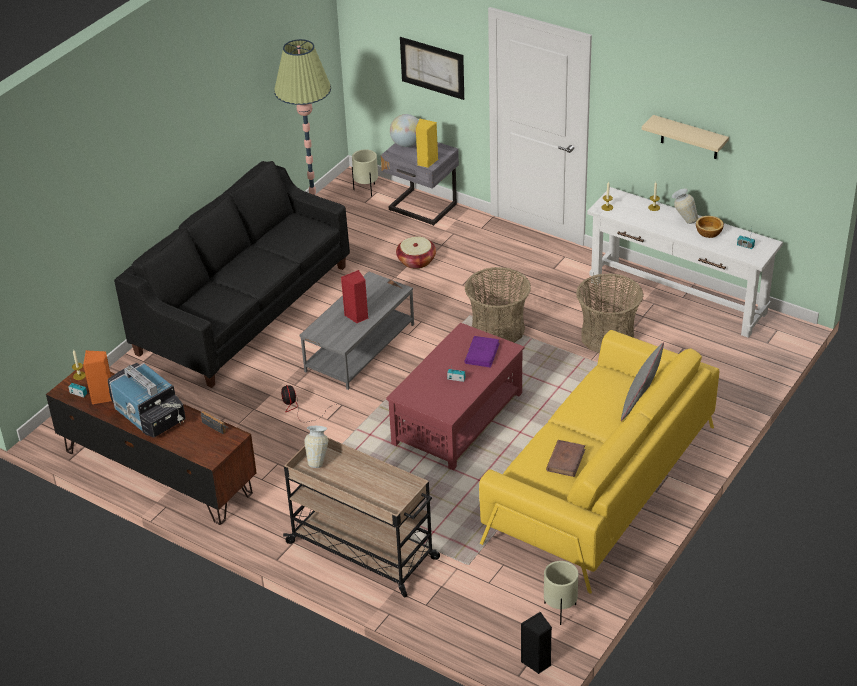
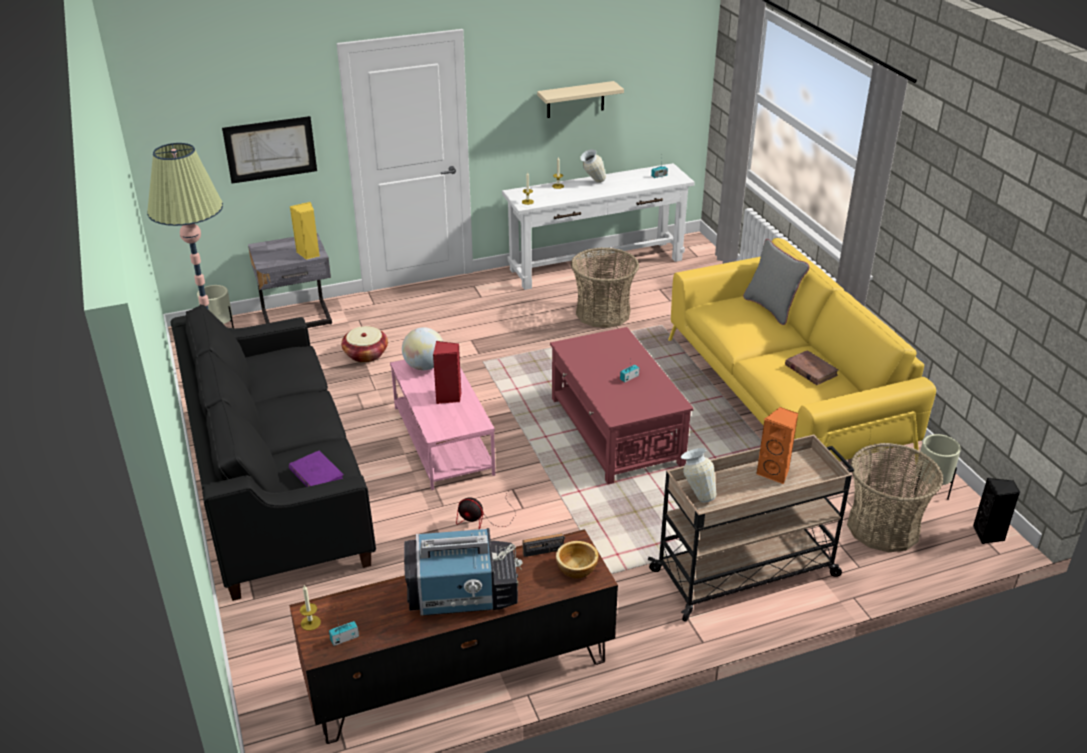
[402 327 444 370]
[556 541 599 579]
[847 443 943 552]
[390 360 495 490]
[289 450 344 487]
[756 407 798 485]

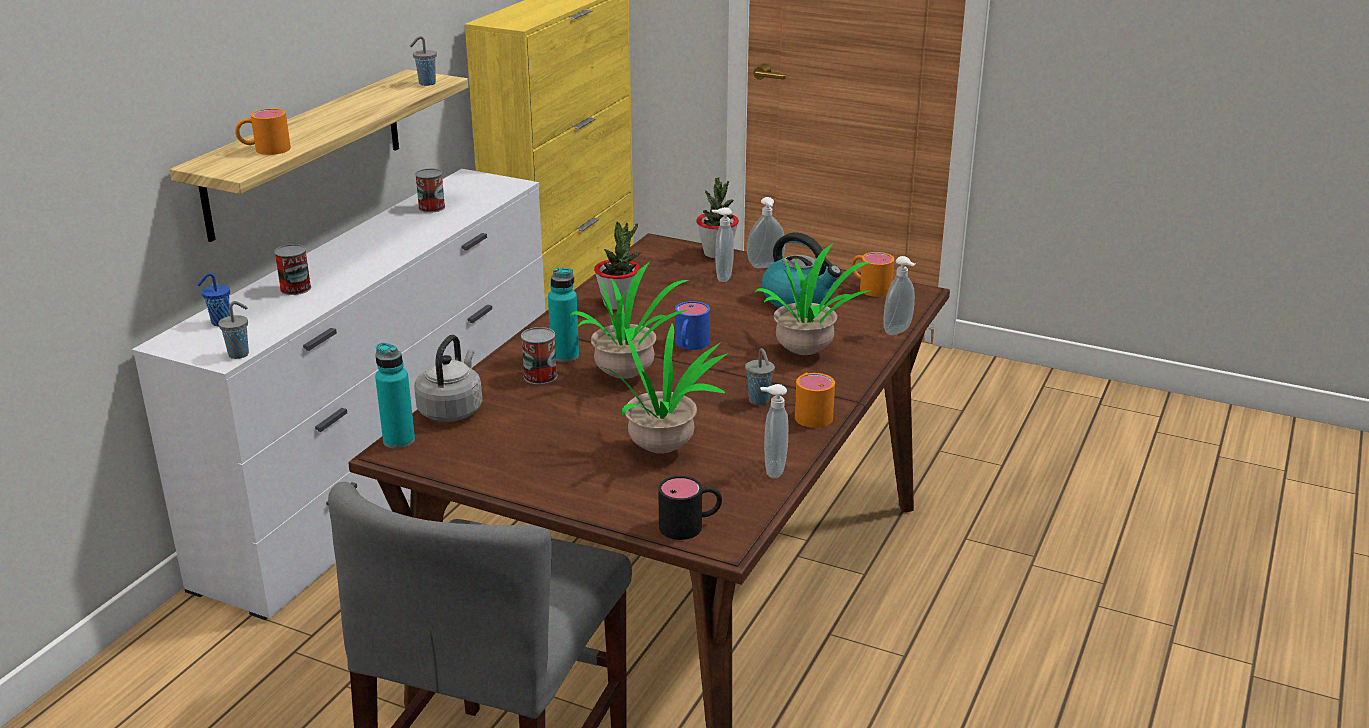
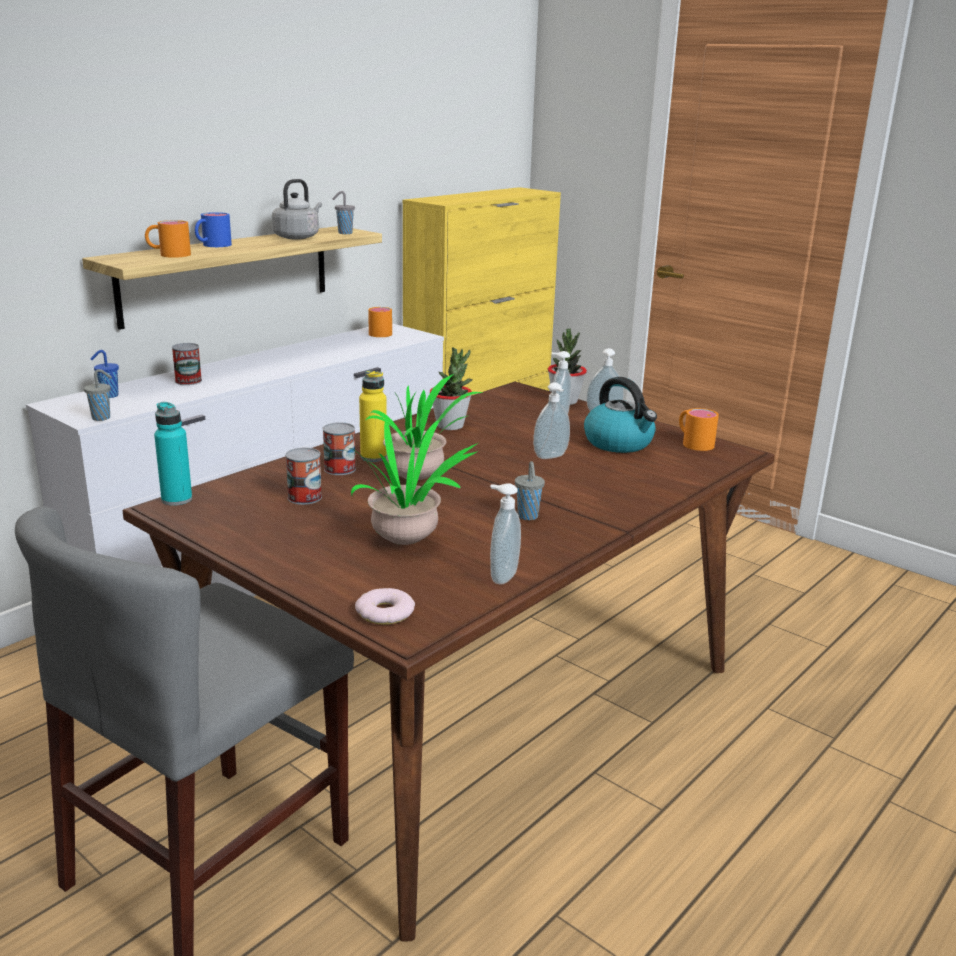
[285 448 322 505]
[754 243 872 355] (first image)
[533 382 570 459]
[359 370 387 462]
[195 212 232 247]
[272 179 322 240]
[368 307 392 337]
[355 588 415 625]

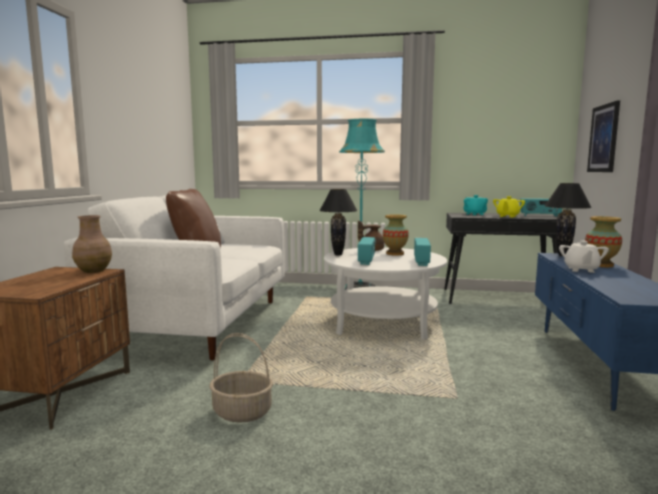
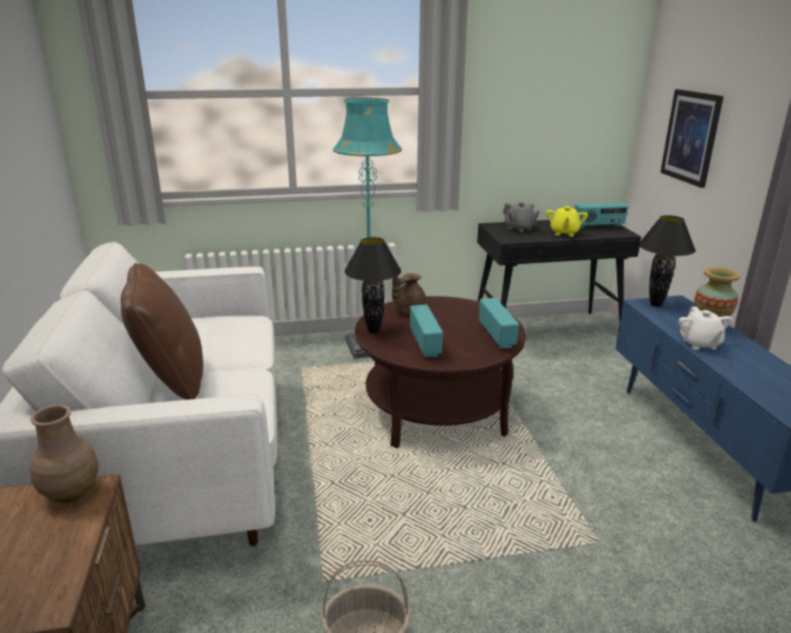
[503 202 540 232]
[383 214 409 255] (first image)
[355 296 526 449]

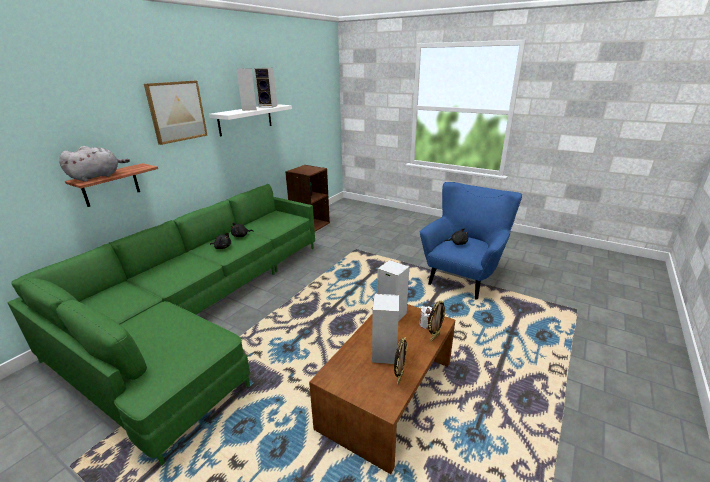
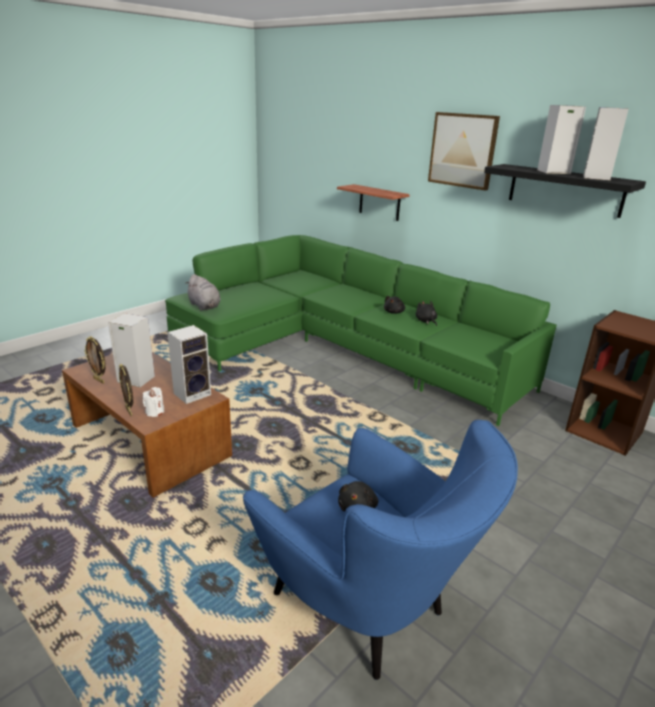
[484 164 646 218]
[186 274 221 310]

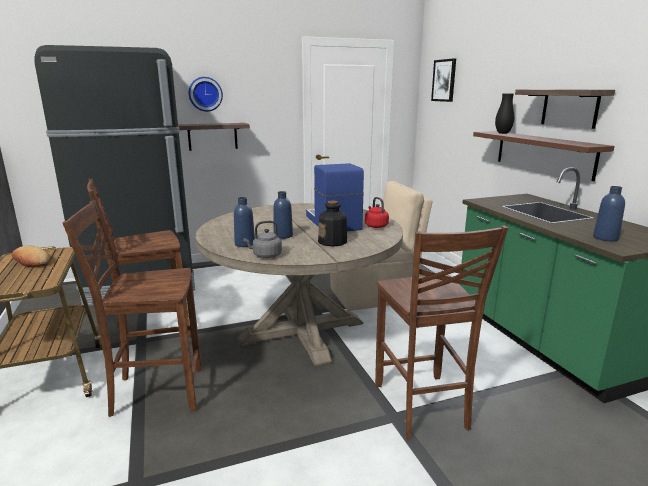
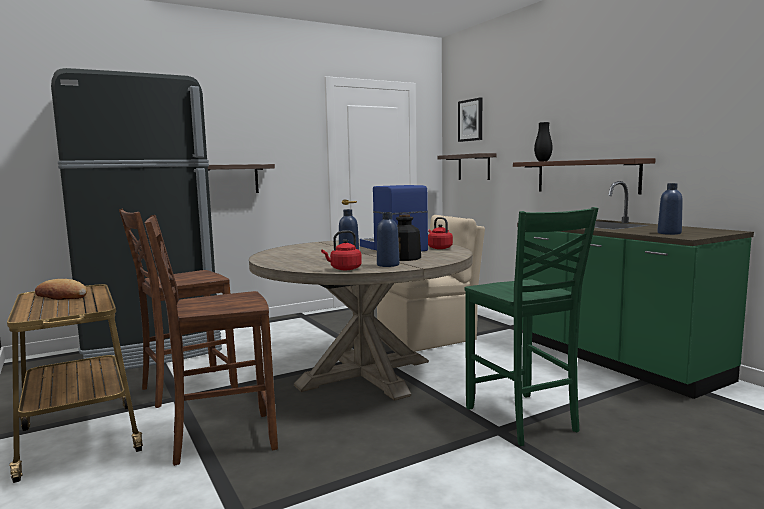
[189 77 223 112] (first image)
[437 153 497 180]
[377 212 400 267]
[321 230 362 270]
[465 207 598 446]

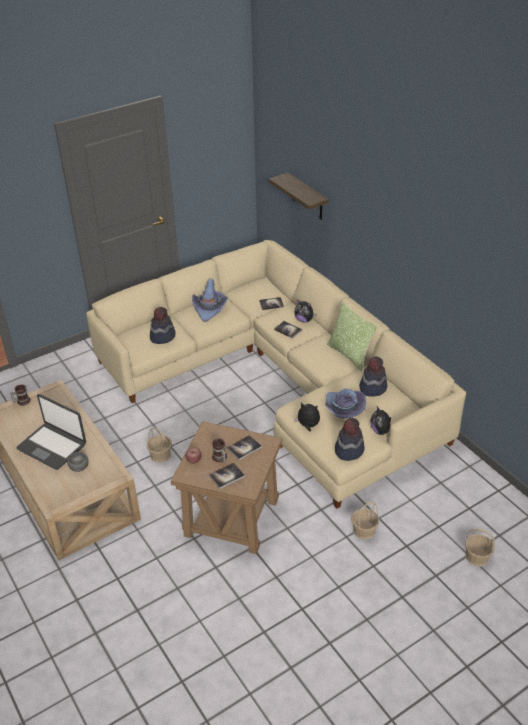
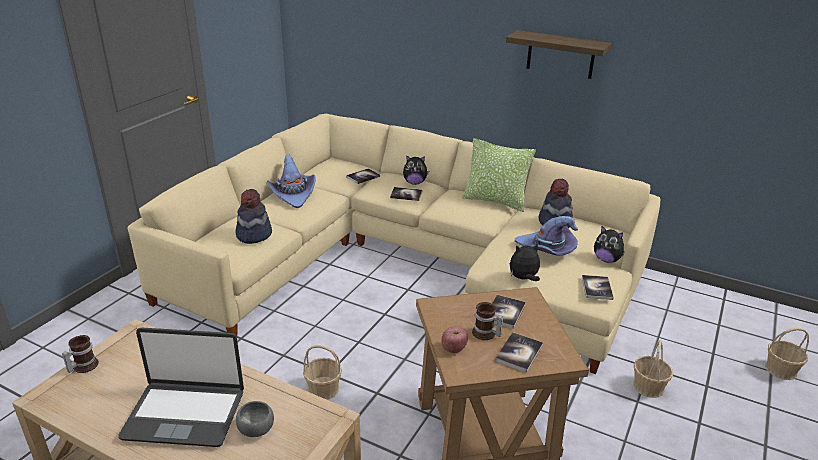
[506 30 612 79]
[582 275 614 300]

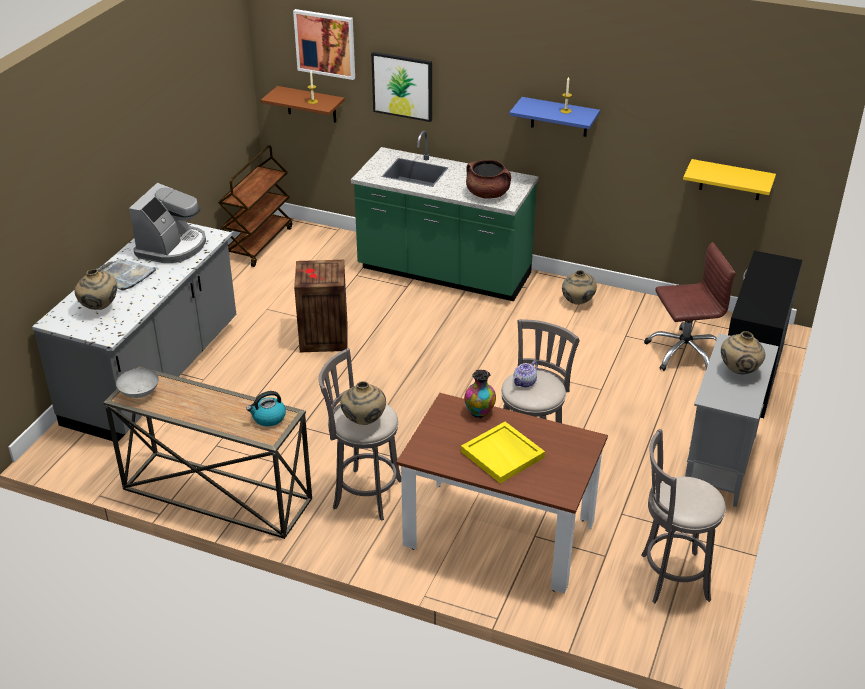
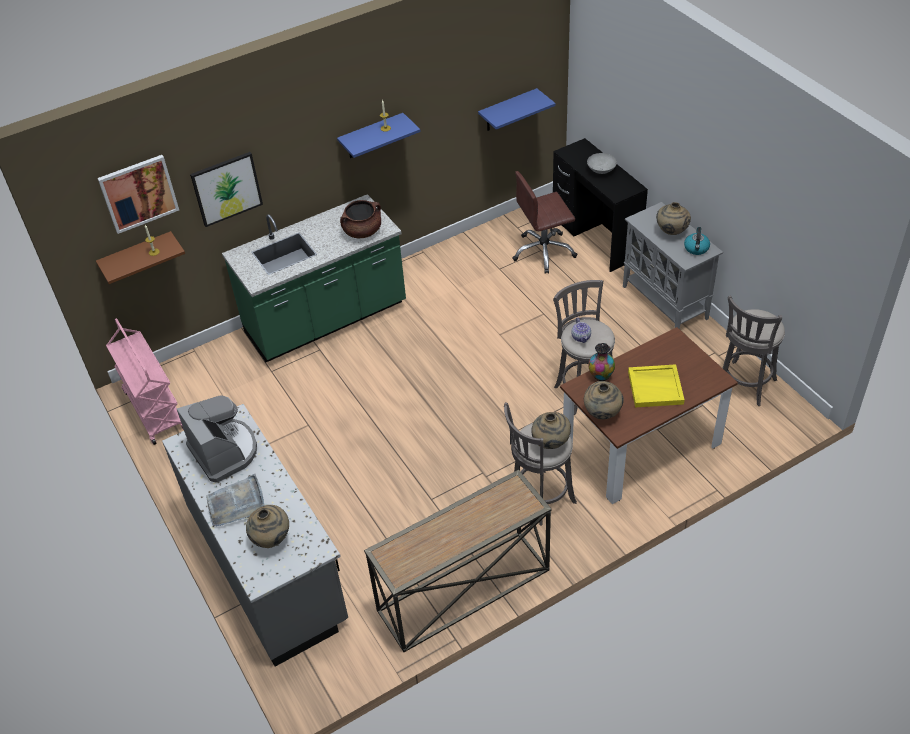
[106 318 184 445]
[478 88 556 131]
[512 171 577 274]
[294 260 348 352] (first image)
[584 381 624 419]
[587 153 617 174]
[684 227 710 255]

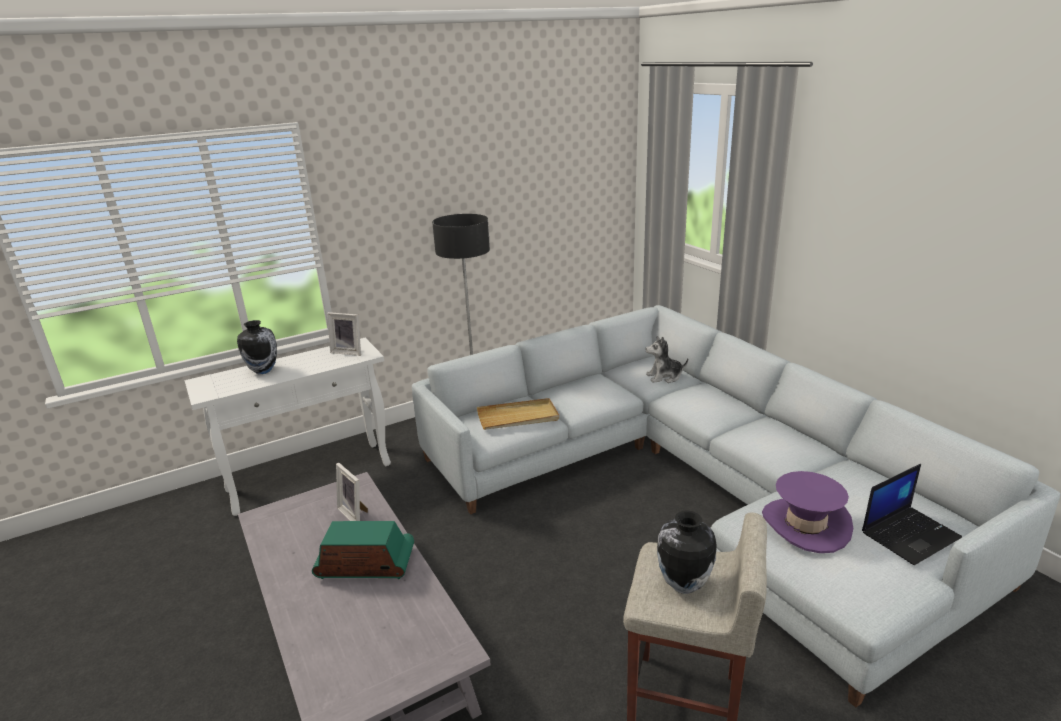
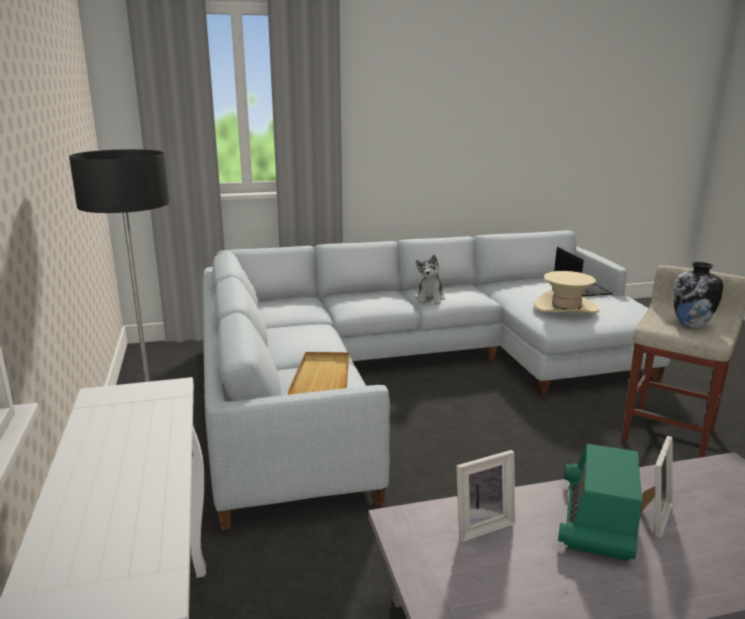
[640 436 673 538]
[237 320 277 374] (first image)
[416 255 445 305]
[534 271 600 313]

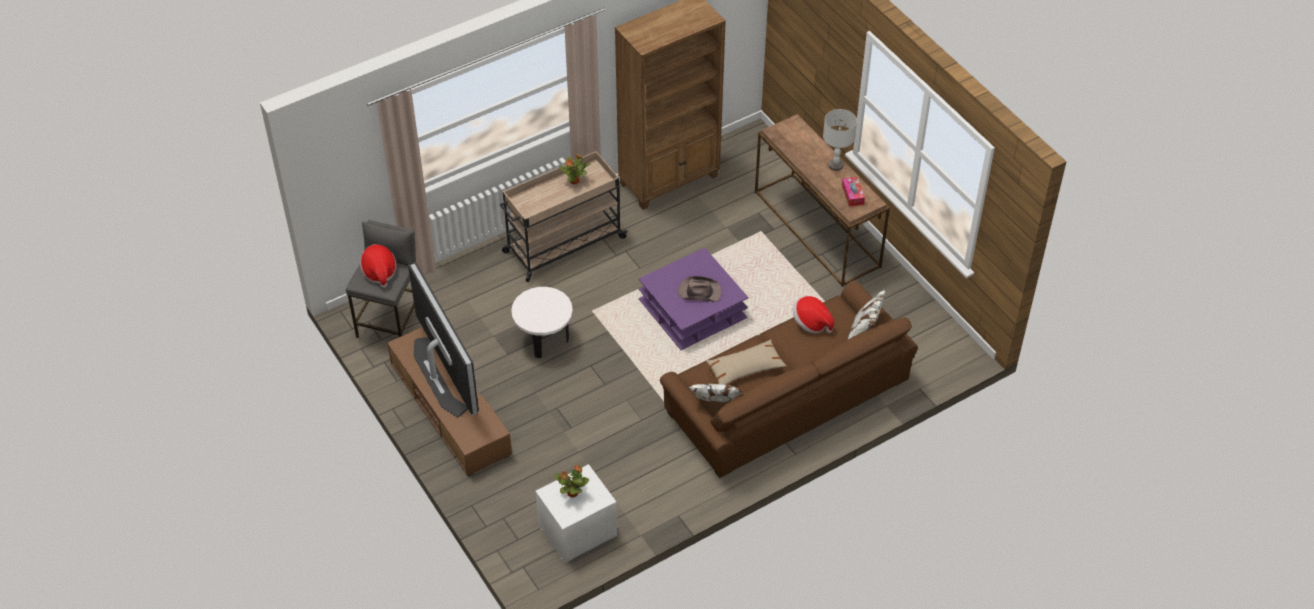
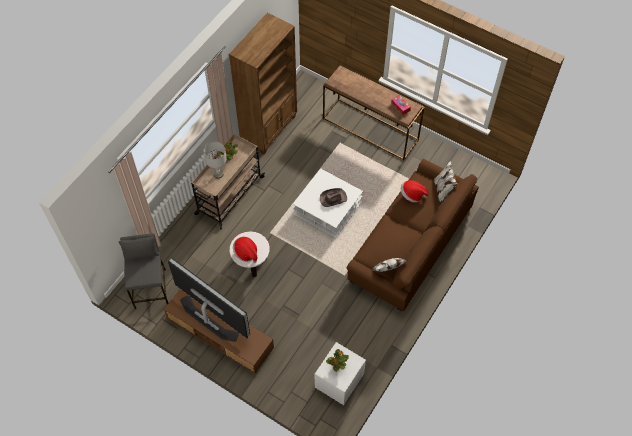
[203 142 227 178]
[233 236 257 263]
[293 168 363 238]
[706 339 787 385] (first image)

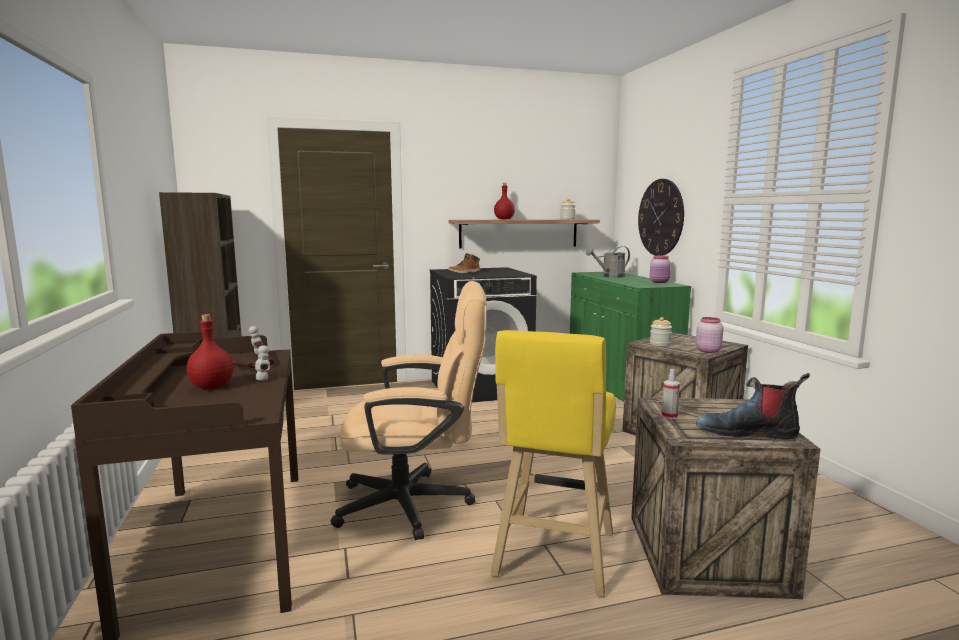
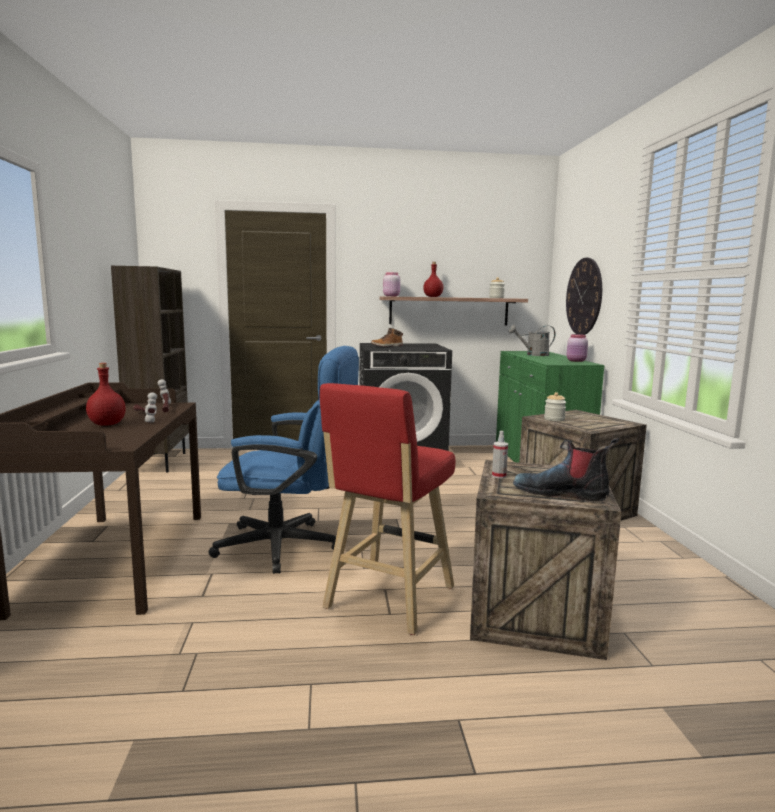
[209 346 359 574]
[383 272 400 296]
[320 383 455 635]

